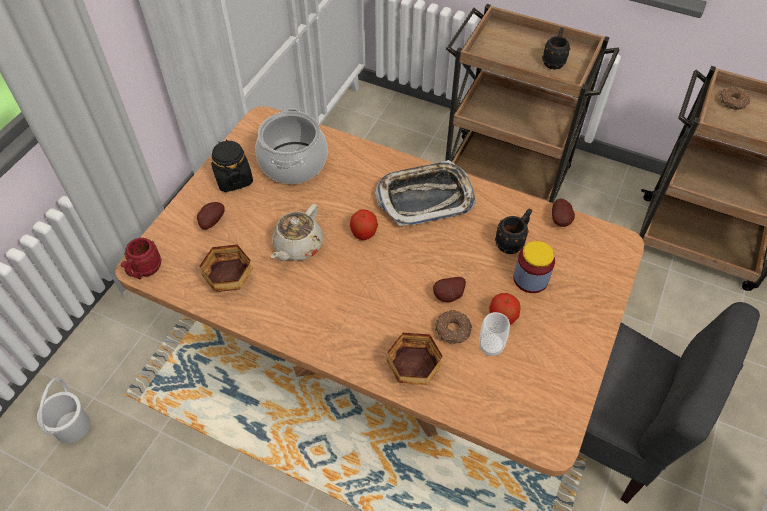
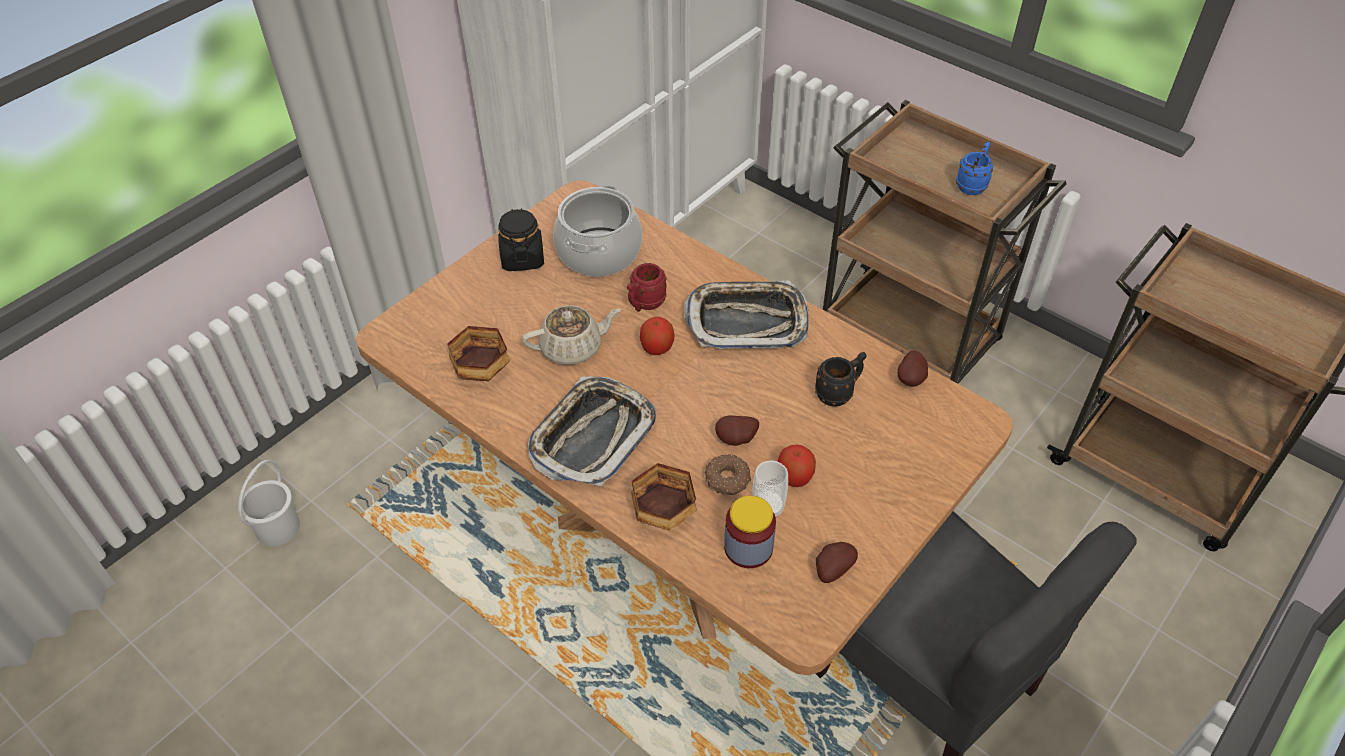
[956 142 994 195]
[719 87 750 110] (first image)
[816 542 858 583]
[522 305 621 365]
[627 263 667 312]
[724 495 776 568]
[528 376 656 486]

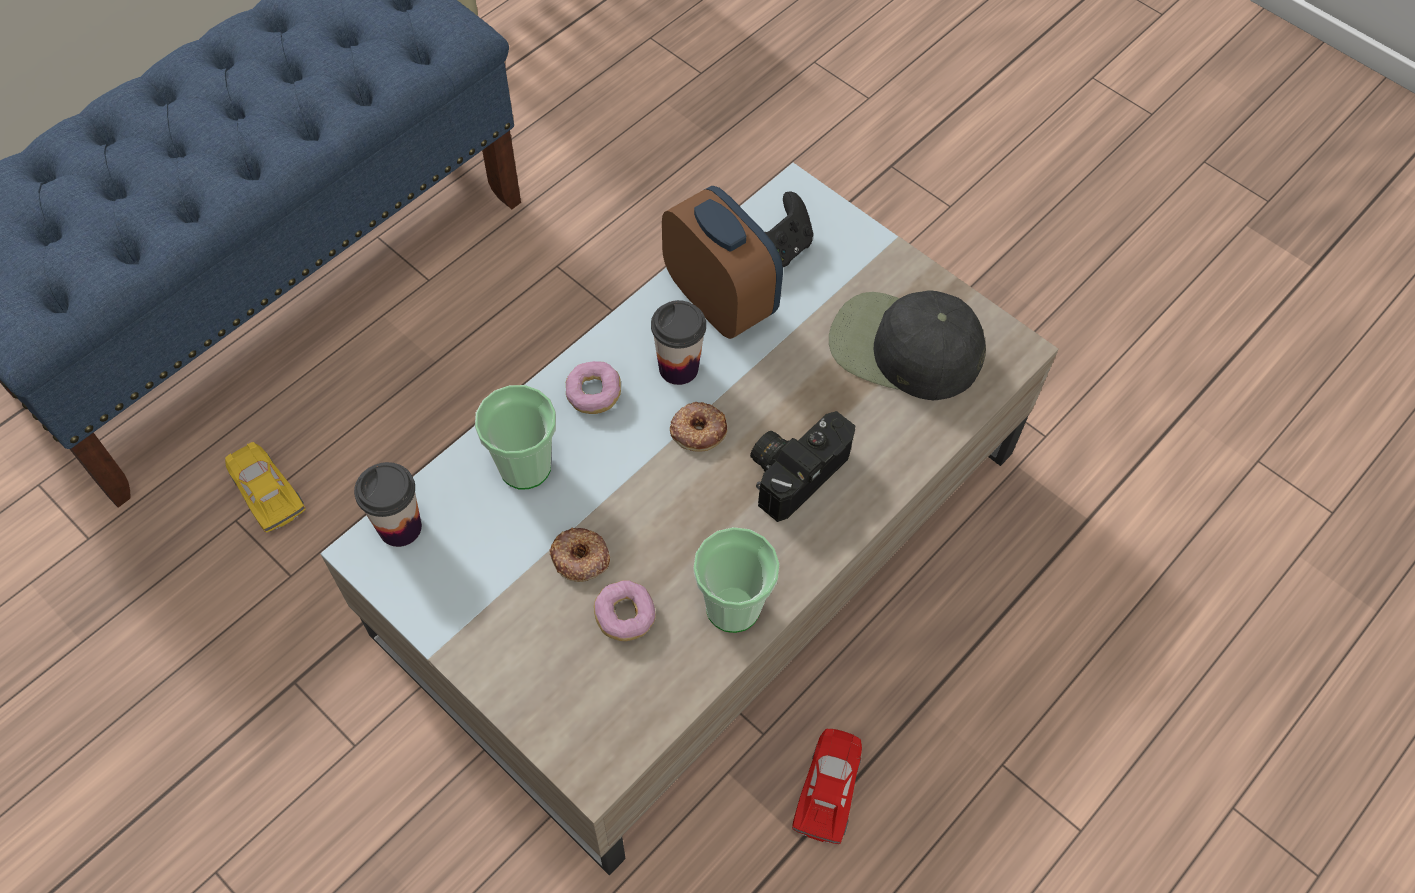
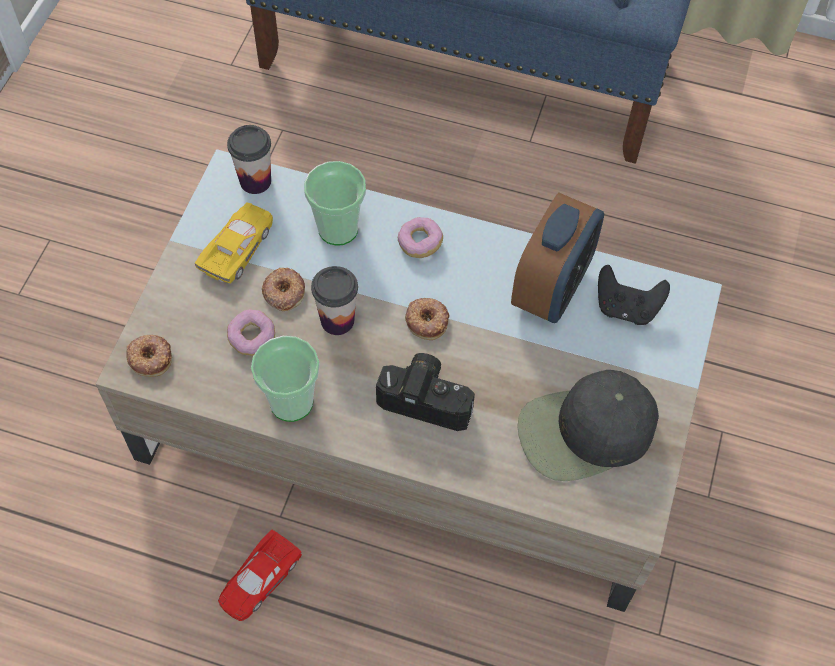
[517 370 659 481]
[311 266 358 335]
[195 202 273 283]
[218 529 302 621]
[126 335 172 377]

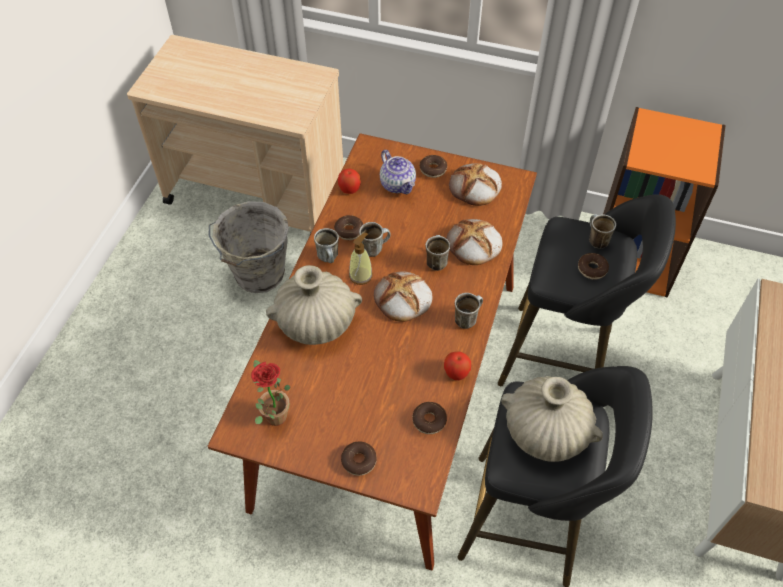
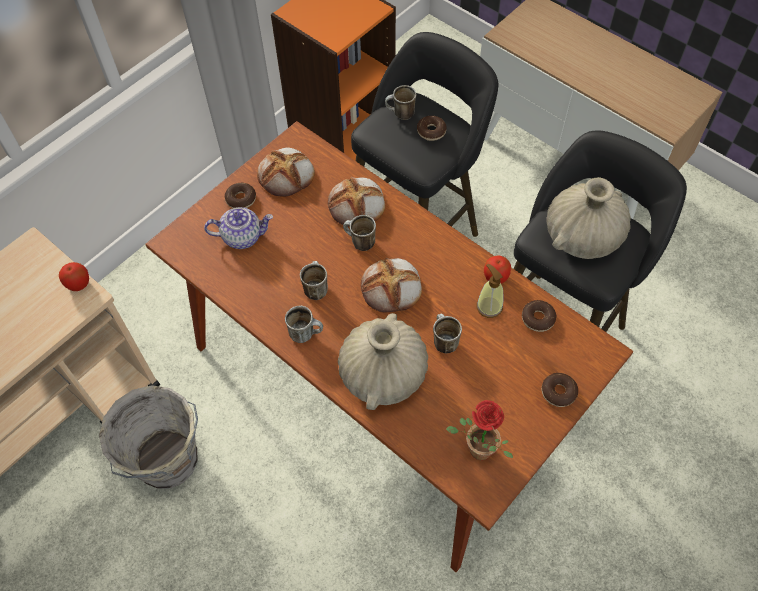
[59 262 89 291]
[334 215 363 240] (first image)
[477 264 503 318]
[433 314 462 354]

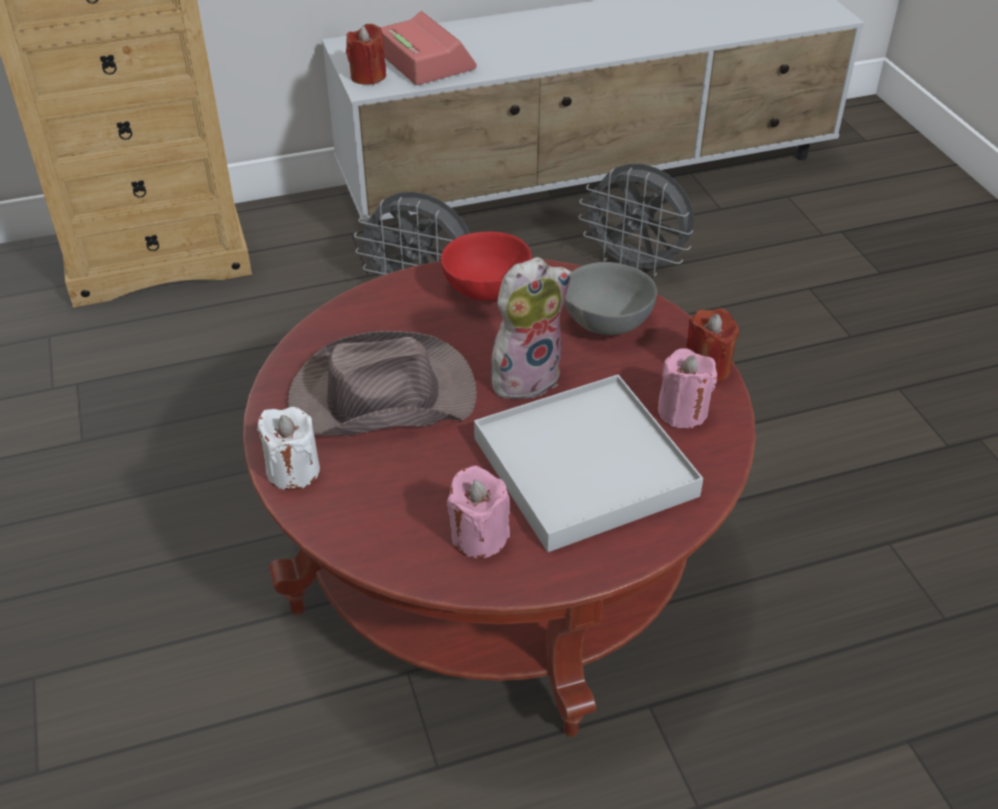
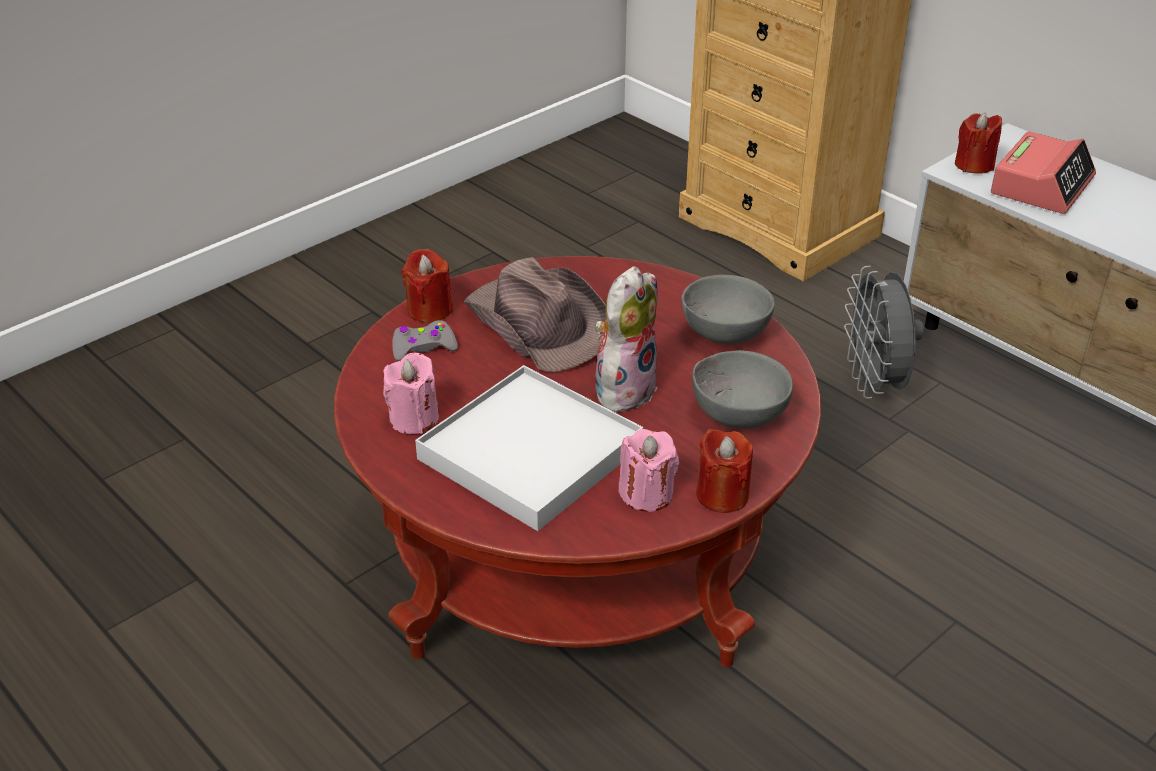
[578 164 694 277] (first image)
[681 275 775 344]
[595 266 658 412]
[401 249 453 323]
[392 320 458 361]

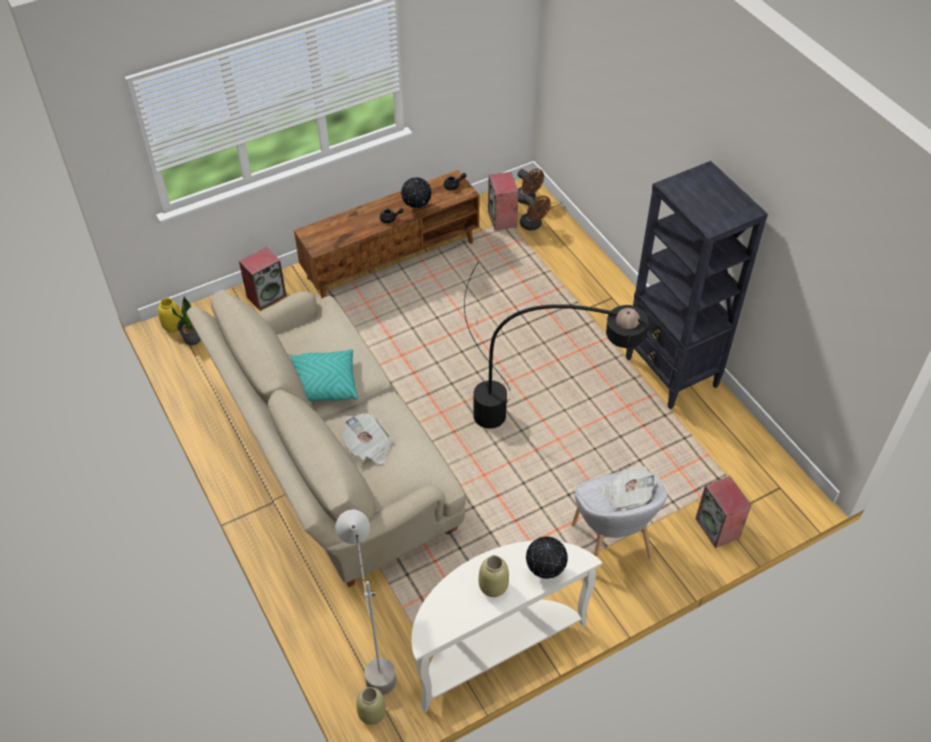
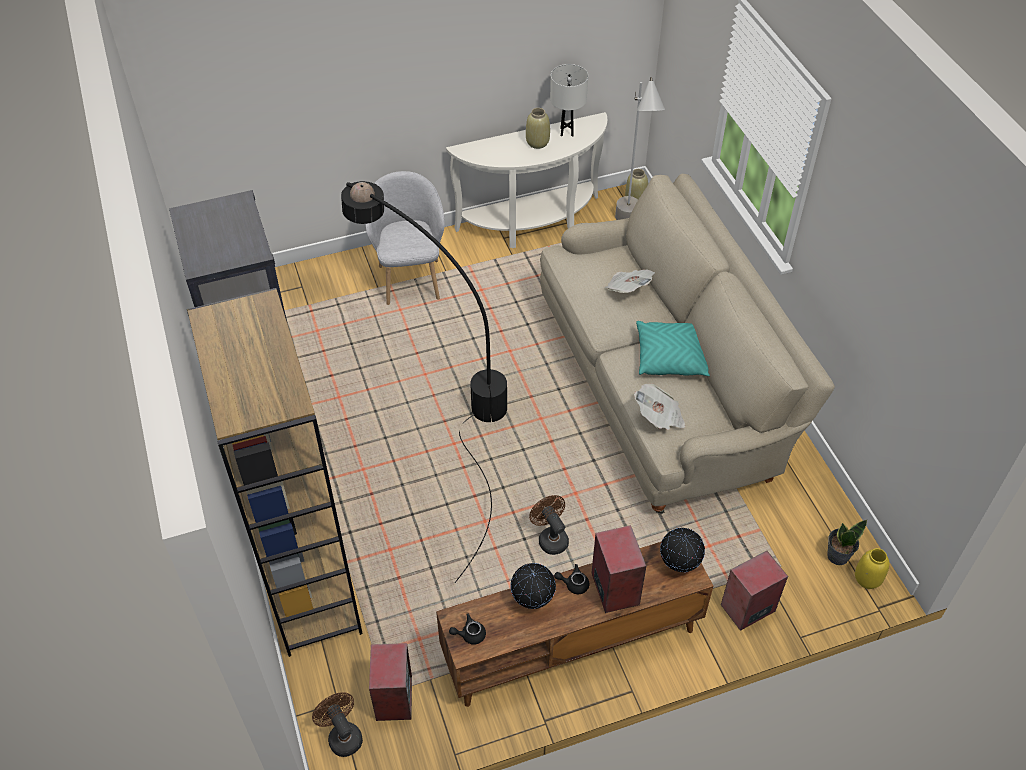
[529 495 569 555]
[634 383 685 430]
[591 525 646 613]
[660 528 705 572]
[550 64 588 137]
[187 288 363 657]

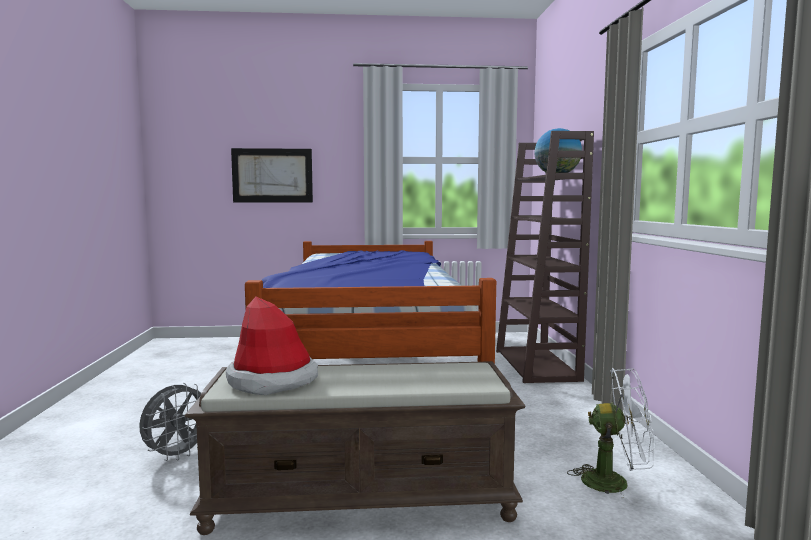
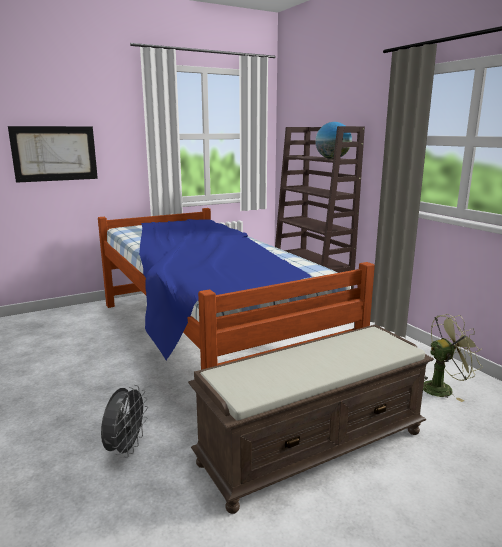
[226 297 318 395] (first image)
[423 314 483 402]

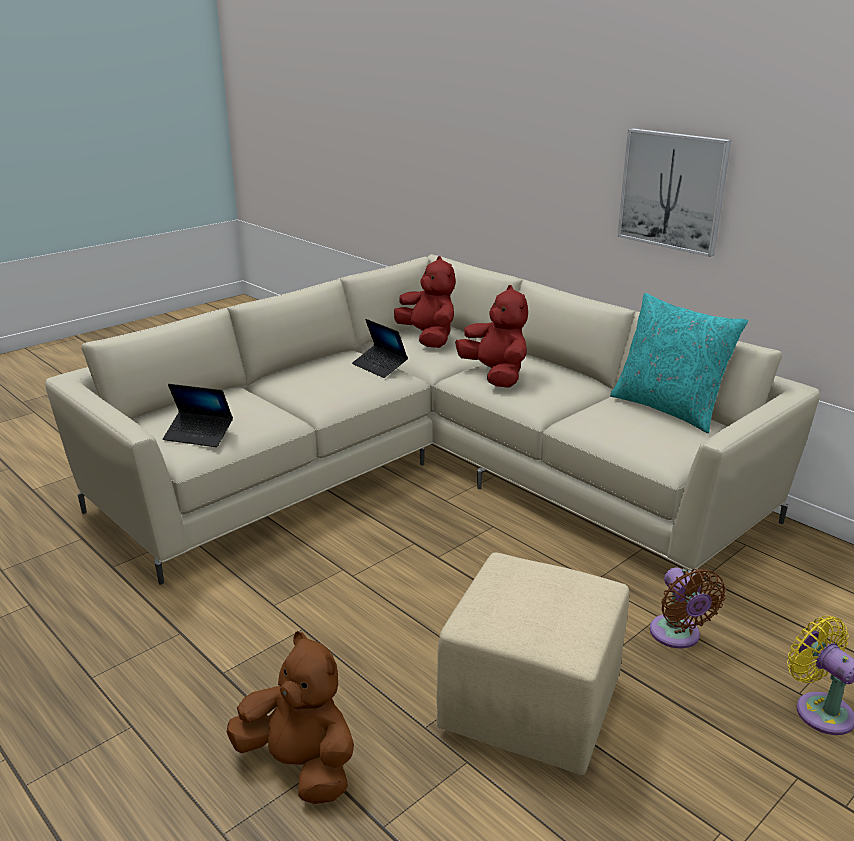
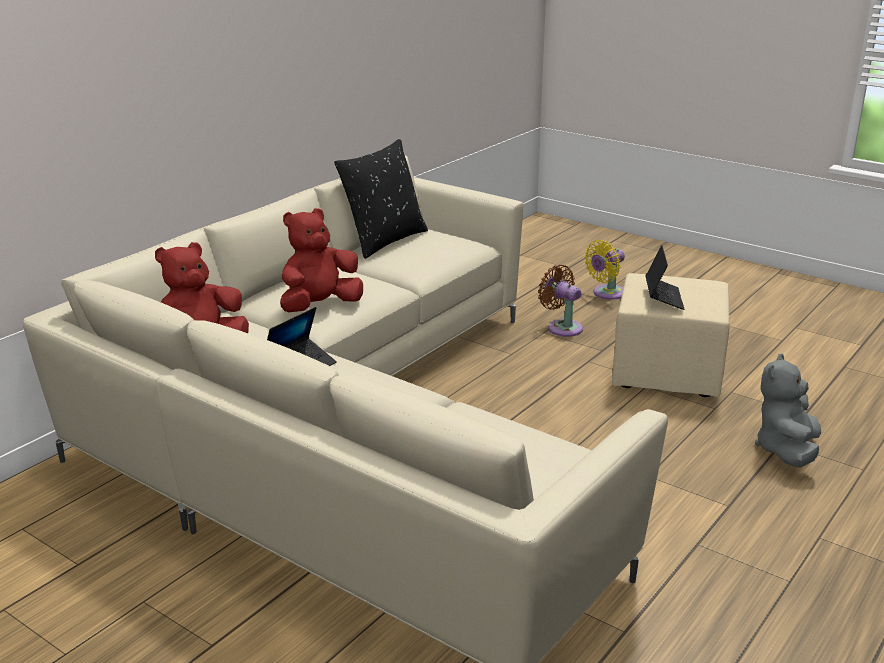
[617 128 731 257] (first image)
[334 139 428 259]
[646 245 684 310]
[538 265 583 337]
[755 354 821 467]

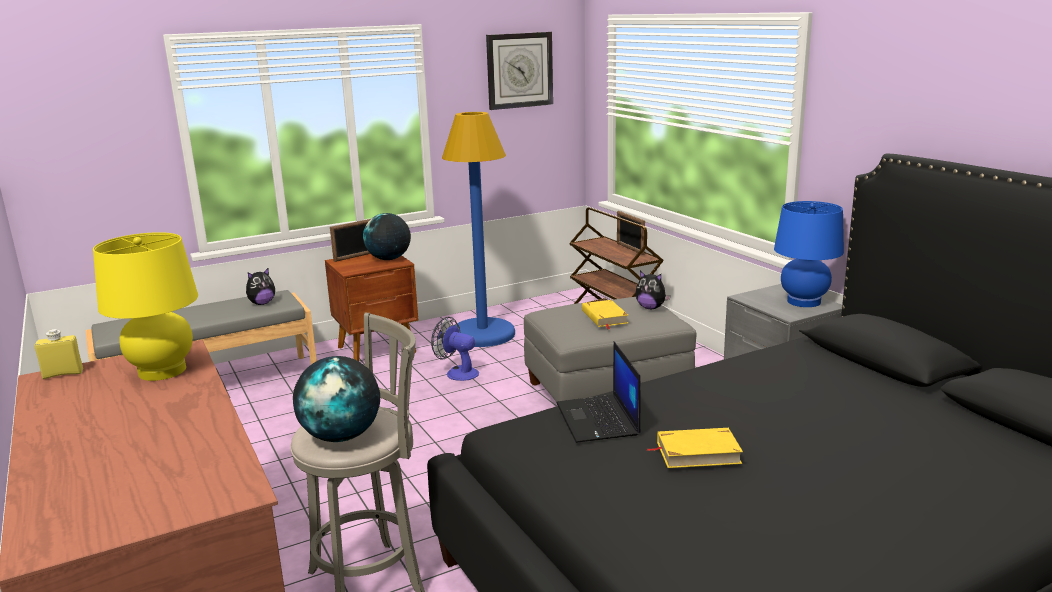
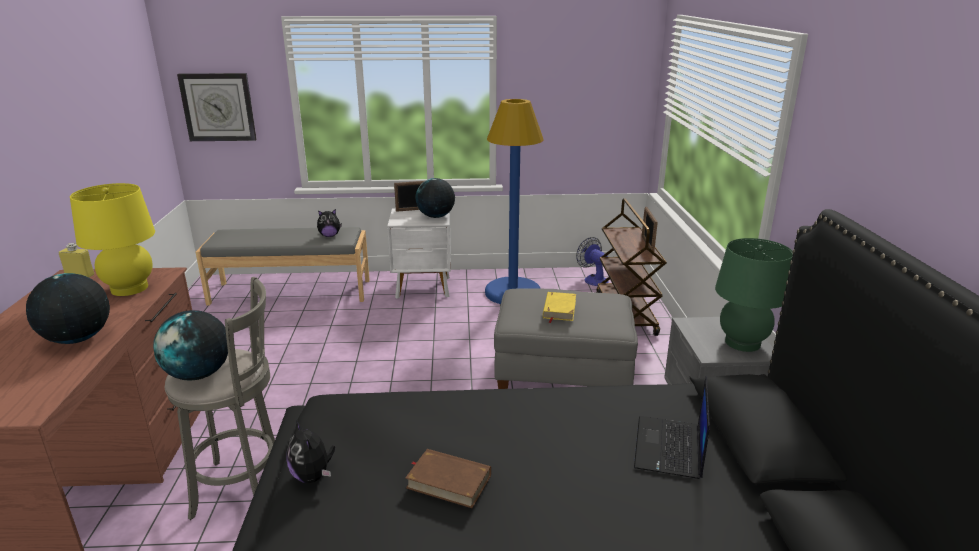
[177 73 257 141]
[715 238 793 352]
[387 208 451 299]
[287 421 335 483]
[576 237 609 286]
[634 376 710 479]
[405 449 491 508]
[26 273 110 344]

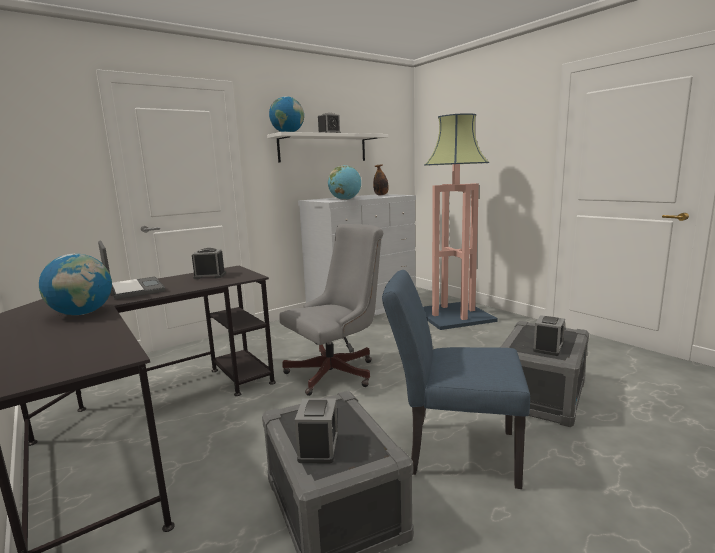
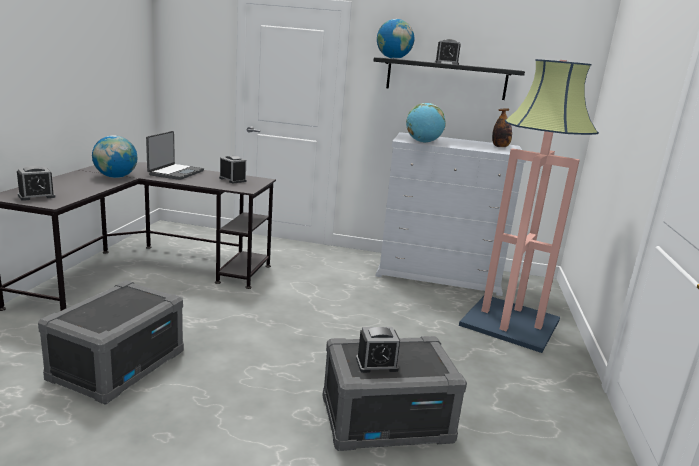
[374 57 525 100]
[279 224 383 396] (first image)
[382 270 530 489] (first image)
[17 166 55 201]

